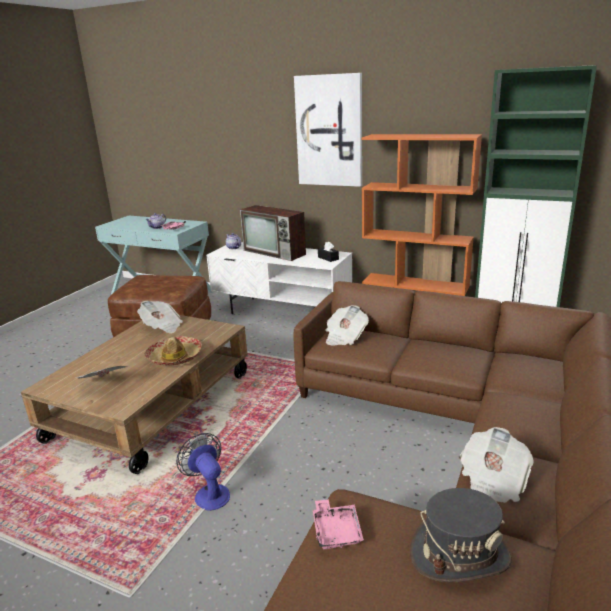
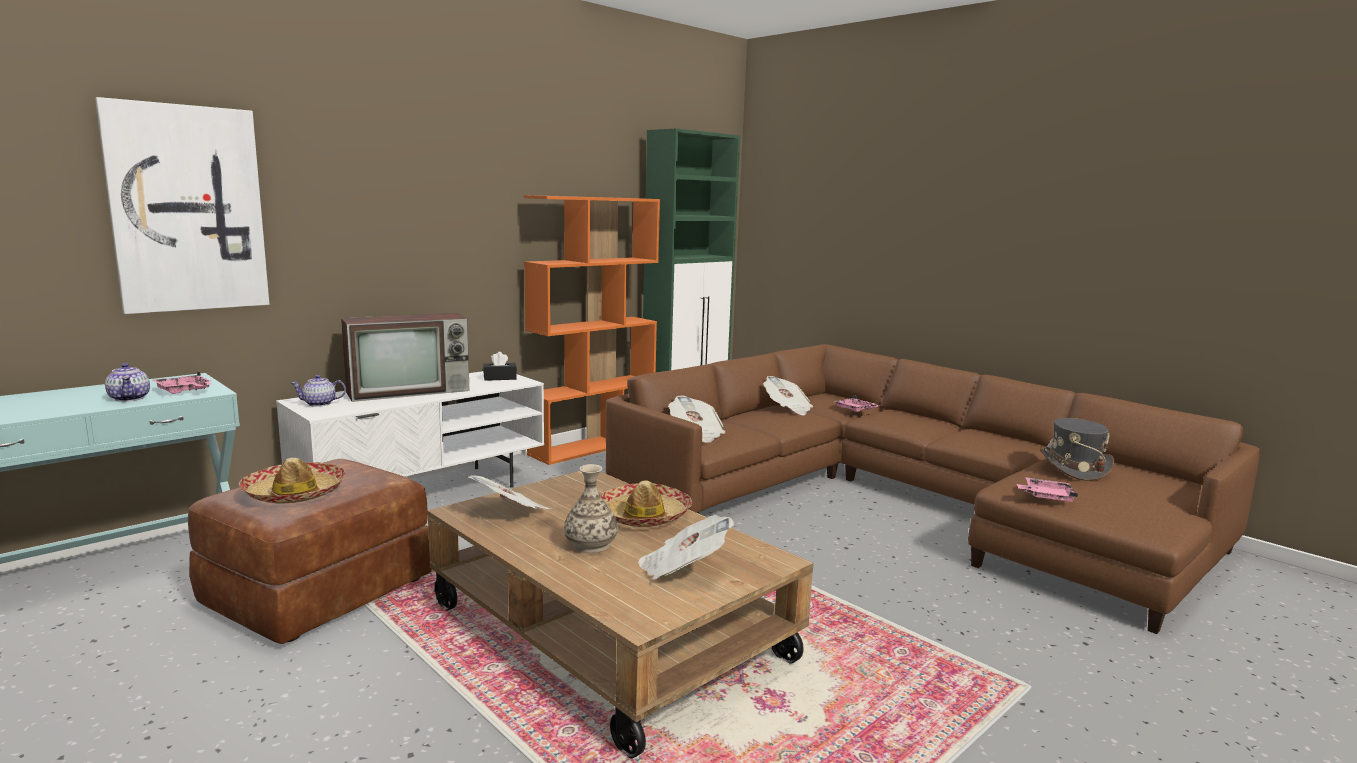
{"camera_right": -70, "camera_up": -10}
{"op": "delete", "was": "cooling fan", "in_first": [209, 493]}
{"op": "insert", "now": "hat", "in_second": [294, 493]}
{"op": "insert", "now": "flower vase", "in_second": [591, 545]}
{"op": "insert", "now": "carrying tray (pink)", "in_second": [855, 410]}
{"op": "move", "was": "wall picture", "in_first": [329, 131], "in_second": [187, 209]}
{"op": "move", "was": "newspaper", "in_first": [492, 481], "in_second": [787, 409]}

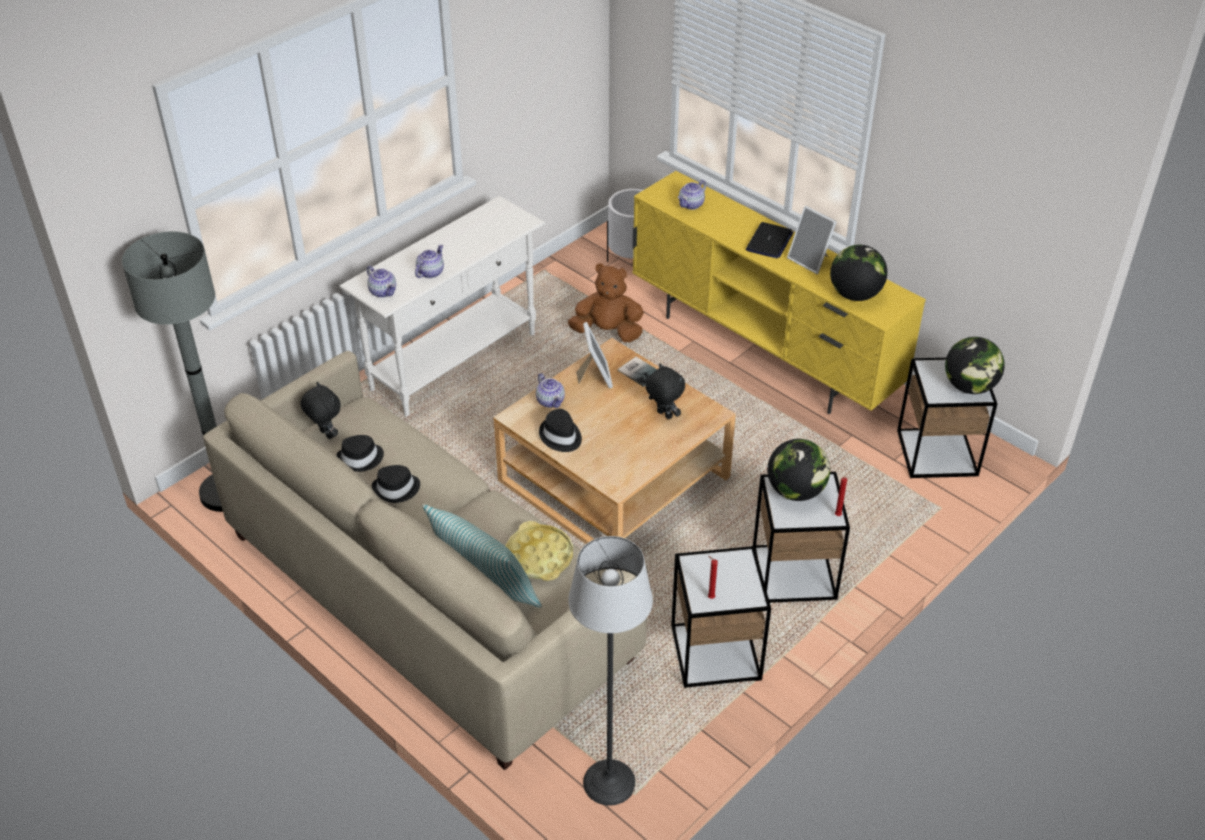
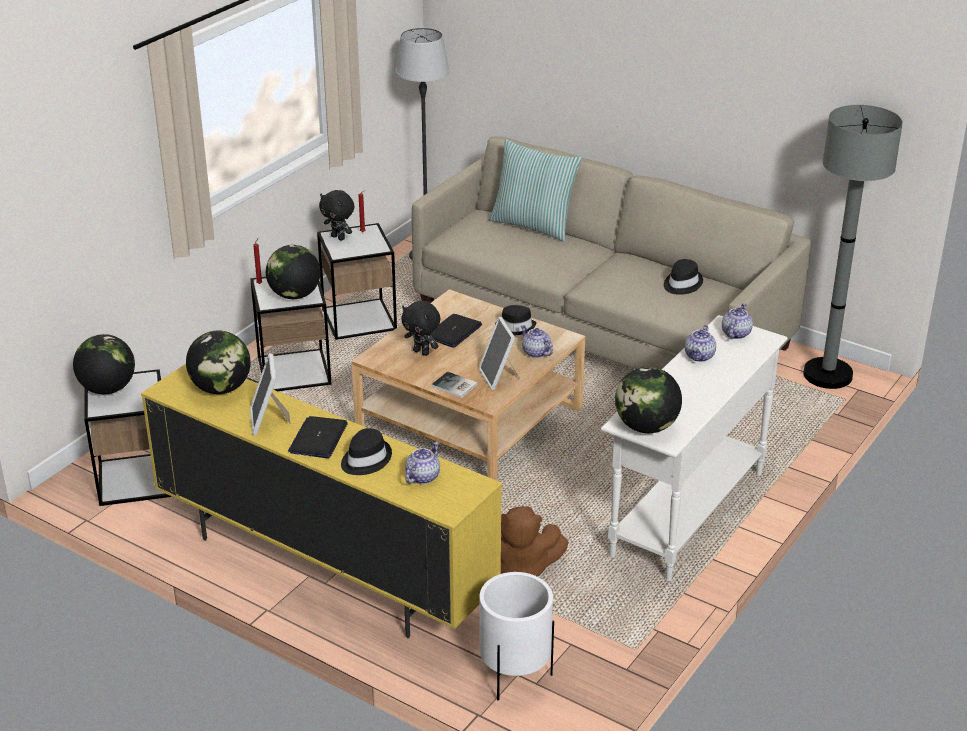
{"camera_right": 170, "camera_up": -10}
{"op": "delete", "was": "carrying tray (yellow-coloured)", "in_first": [539, 556]}
{"op": "insert", "now": "notebook computer", "in_second": [453, 332]}
{"op": "insert", "now": "desk globe", "in_second": [646, 427]}
{"op": "move", "was": "cuddly toy (black)", "in_first": [325, 434], "in_second": [339, 237]}
{"op": "move", "was": "hat (black)", "in_first": [396, 489], "in_second": [365, 459]}
{"op": "rotate", "was": "tea pot", "in_first": [383, 292], "in_second": [735, 333], "clockwise": 75}
{"op": "rotate", "was": "picture frame", "in_first": [810, 261], "in_second": [268, 421], "clockwise": -135}

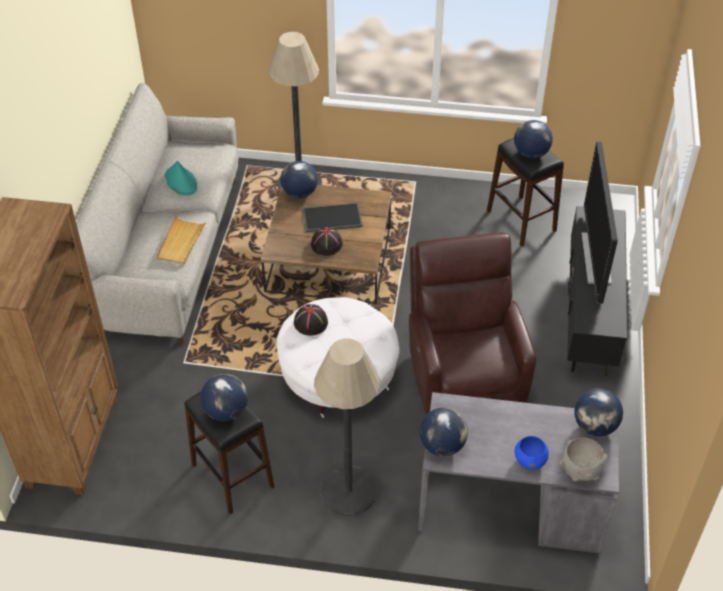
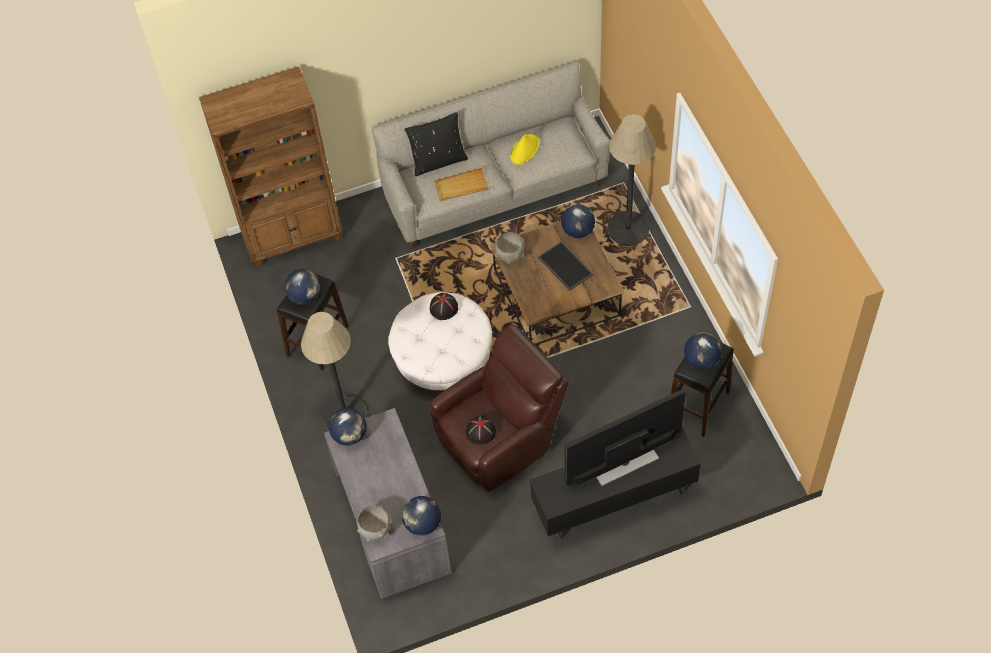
{"camera_right": 65, "camera_up": 10}
{"op": "delete", "was": "serving bowl (blue-coloured)", "in_first": [530, 460]}
{"op": "insert", "now": "pillow (black)", "in_second": [438, 161]}
{"op": "insert", "now": "serving bowl (grey)", "in_second": [509, 255]}
{"op": "move", "was": "hat (black)", "in_first": [326, 245], "in_second": [480, 431]}
{"op": "recolor", "was": "hat (turquoise-coloured)", "now": "hat (yellow-coloured)", "in_first": [180, 181], "in_second": [524, 150]}

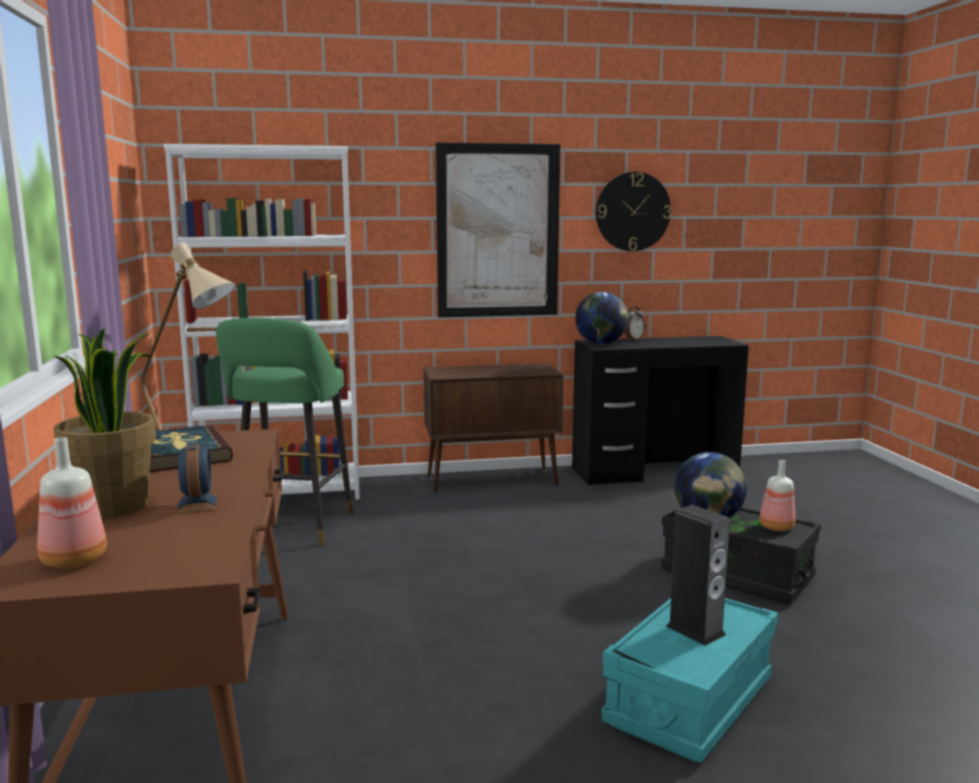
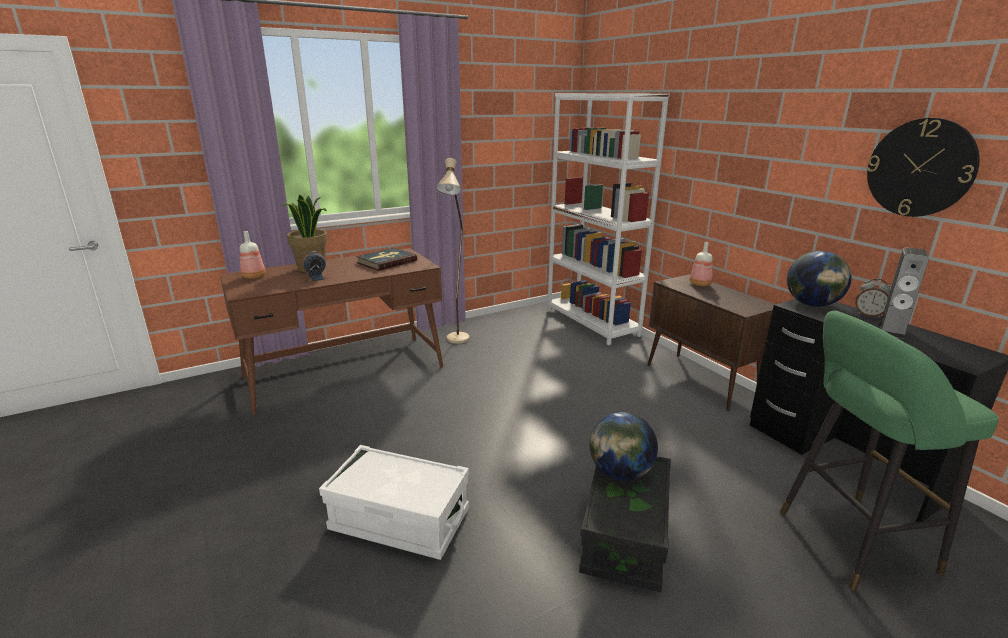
{"camera_right": 70, "camera_up": 10}
{"op": "delete", "was": "wall picture", "in_first": [498, 231]}
{"op": "move", "was": "stool (green)", "in_first": [292, 528], "in_second": [848, 542]}
{"op": "move", "was": "loudspeaker", "in_first": [695, 630], "in_second": [891, 330]}
{"op": "move", "was": "drink bottle", "in_first": [775, 527], "in_second": [699, 284]}
{"op": "recolor", "was": "storage container (turquoise-coloured)", "now": "storage container (white-coloured)", "in_first": [689, 702], "in_second": [400, 521]}

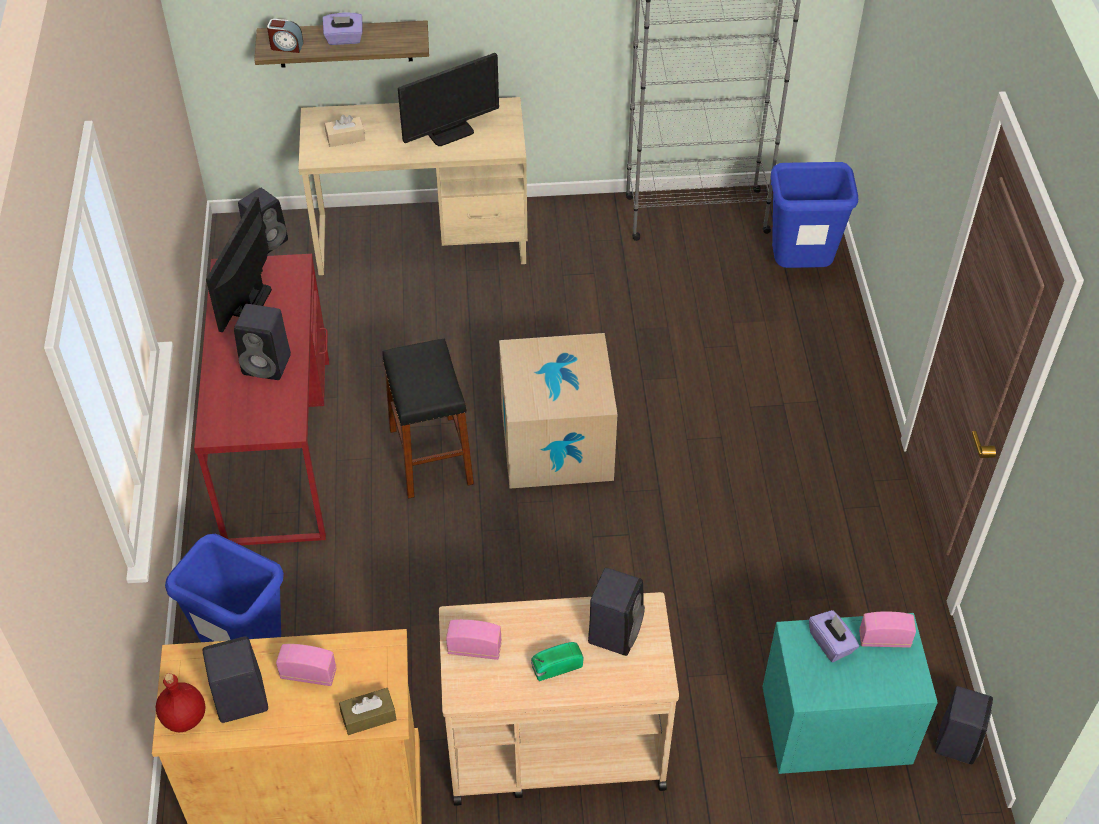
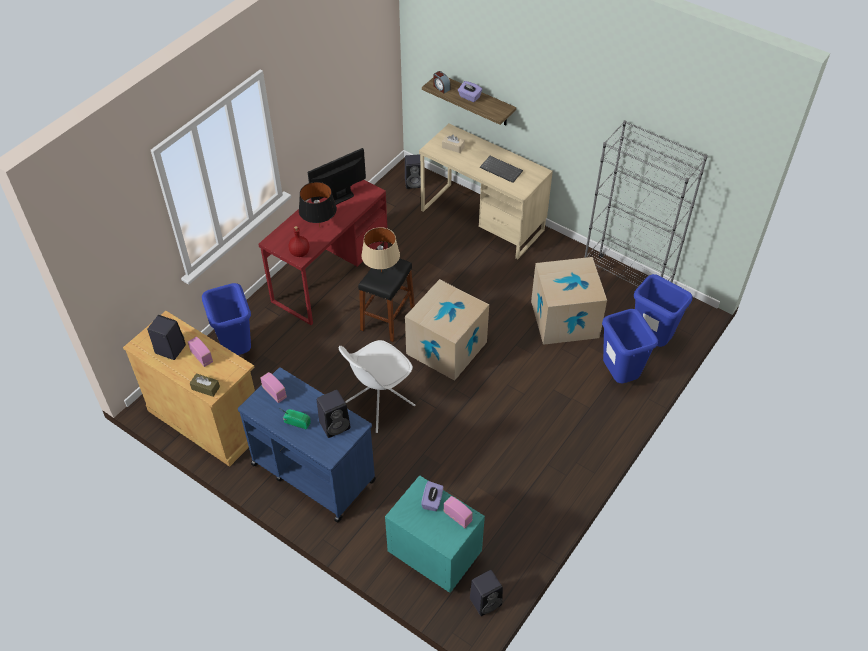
{"camera_right": 40, "camera_up": 0}
{"op": "insert", "now": "chair (white-coloured)", "in_second": [379, 404]}
{"op": "insert", "now": "tabletop lamp (beige)", "in_second": [381, 272]}
{"op": "insert", "now": "carton", "in_second": [564, 319]}
{"op": "insert", "now": "waste bin (blue-coloured)", "in_second": [619, 376]}
{"op": "move", "was": "drink bottle (red-coloured)", "in_first": [183, 718], "in_second": [299, 253]}
{"op": "replace", "was": "loudspeaker (black)", "now": "tabletop lamp (black)", "in_first": [268, 364], "in_second": [319, 227]}
{"op": "replace", "was": "computer screen", "now": "keyboard", "in_first": [450, 132], "in_second": [502, 170]}
{"op": "recolor", "was": "cart (beige)", "now": "cart (blue-coloured)", "in_first": [553, 747], "in_second": [312, 472]}

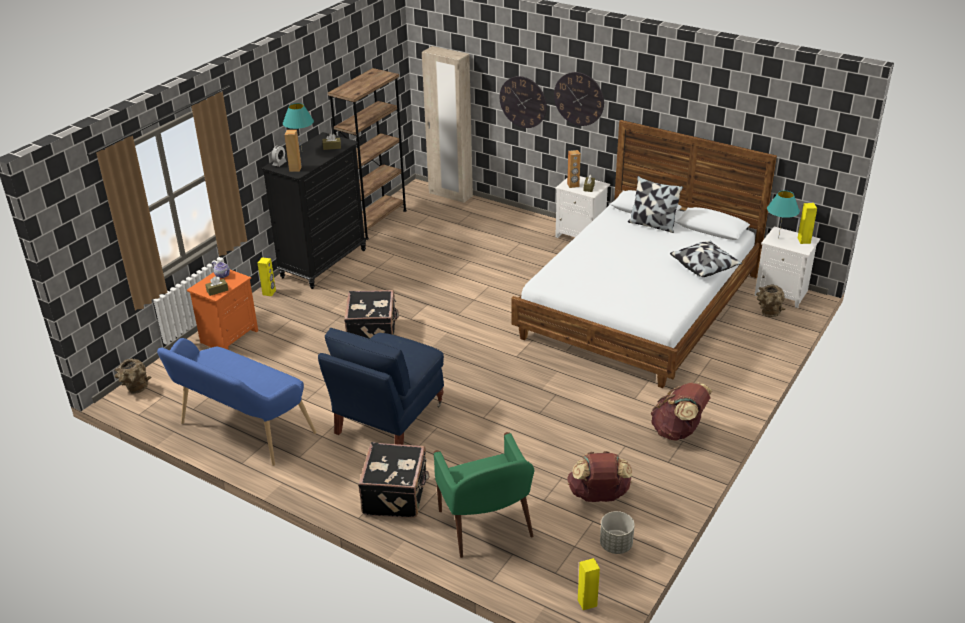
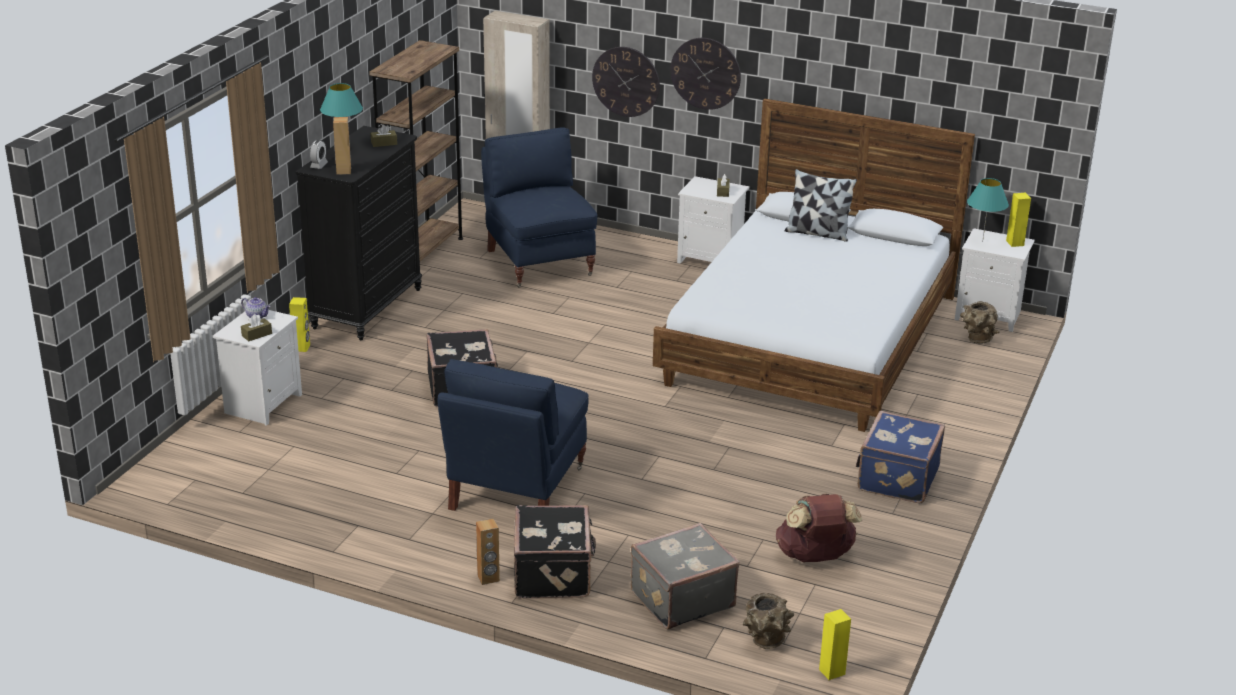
{"camera_right": -10, "camera_up": -5}
{"op": "delete", "was": "long seat (blue-coloured)", "in_first": [242, 431]}
{"op": "delete", "was": "plant pot (grey)", "in_first": [616, 545]}
{"op": "delete", "was": "pillow", "in_first": [705, 266]}
{"op": "insert", "now": "lounge chair (blue-coloured)", "in_second": [539, 262]}
{"op": "move", "was": "flower vase (brown)", "in_first": [135, 389], "in_second": [766, 642]}
{"op": "move", "was": "loudspeaker (brown)", "in_first": [573, 185], "in_second": [488, 578]}
{"op": "replace", "was": "lounge chair (green)", "now": "travel case (grey)", "in_first": [486, 525], "in_second": [681, 599]}
{"op": "replace", "was": "rucksack (brown)", "now": "travel case (blue-coloured)", "in_first": [678, 431], "in_second": [896, 479]}
{"op": "recolor", "was": "night table (orangey)", "now": "night table (white-coloured)", "in_first": [229, 336], "in_second": [263, 403]}

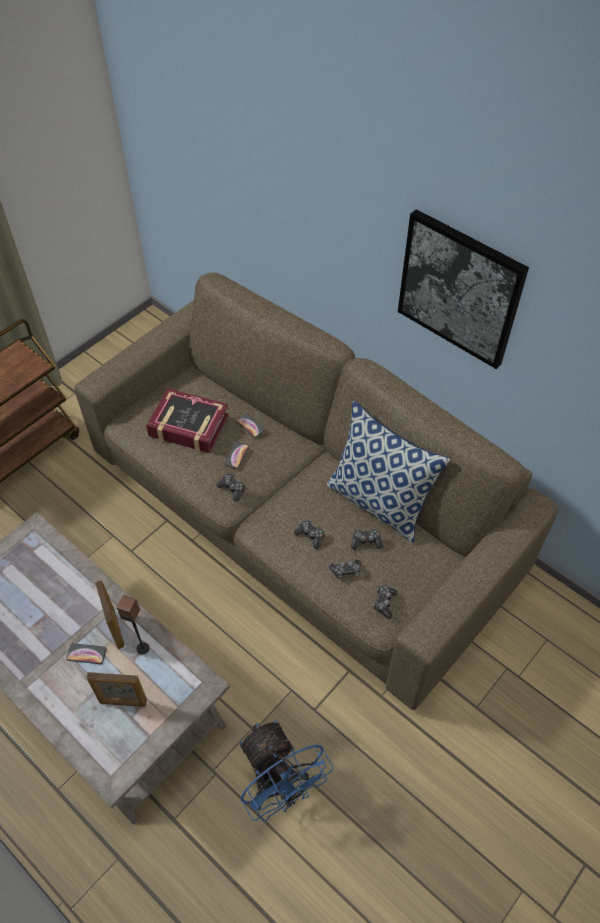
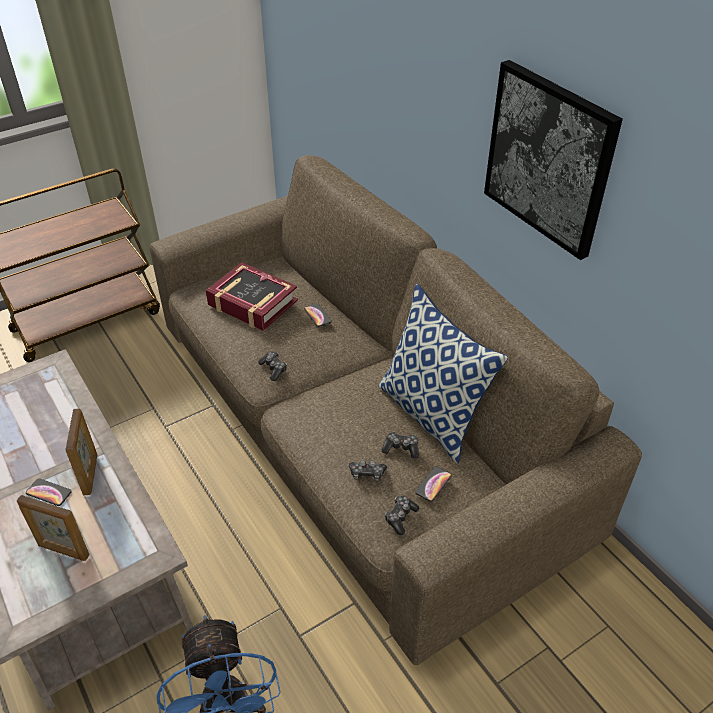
{"camera_right": 15, "camera_up": -10}
{"op": "delete", "was": "loudspeaker", "in_first": [143, 648]}
{"op": "delete", "was": "gamepad", "in_first": [310, 536]}
{"op": "move", "was": "phone", "in_first": [236, 455], "in_second": [433, 484]}

